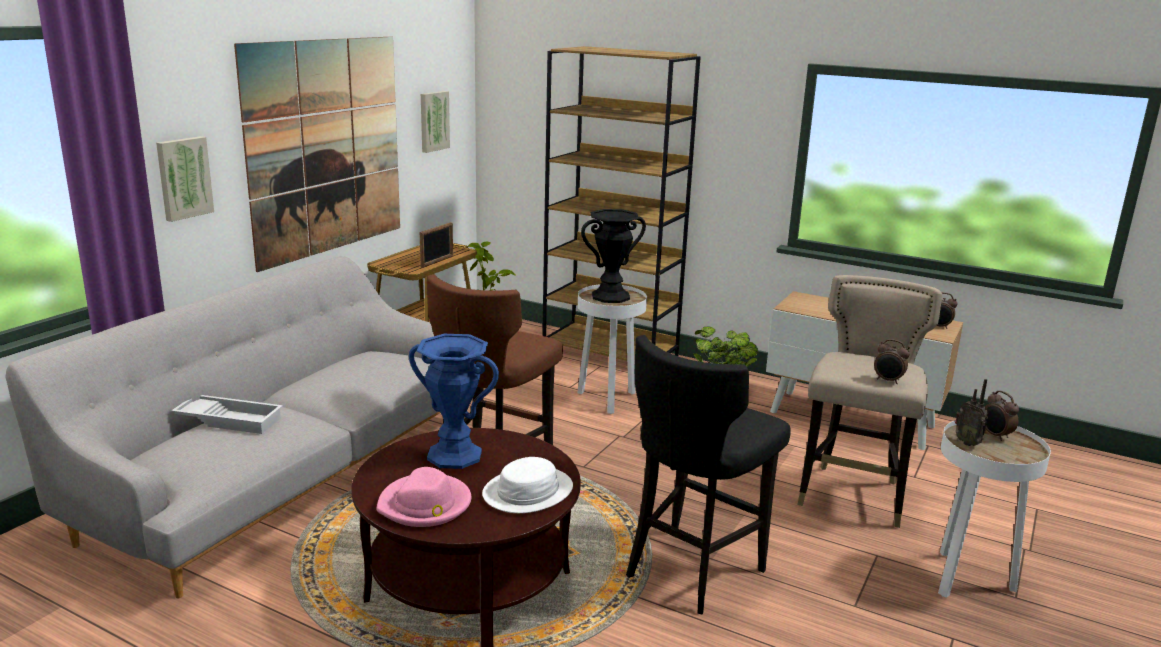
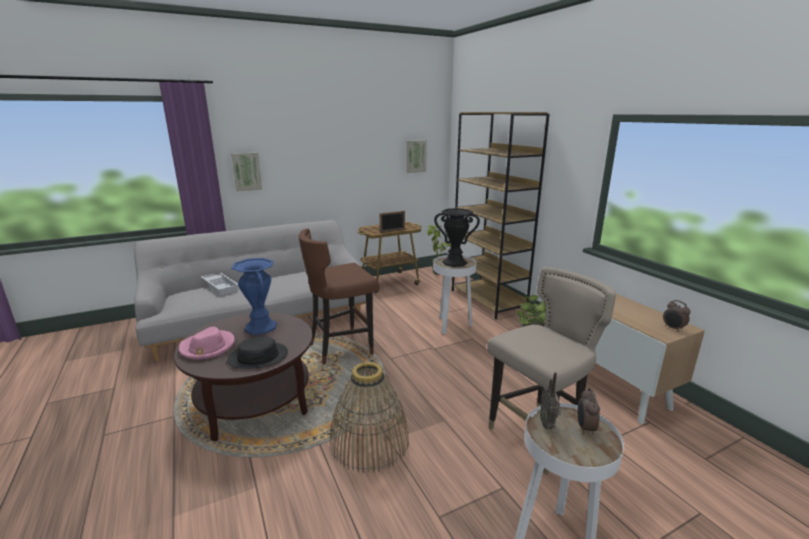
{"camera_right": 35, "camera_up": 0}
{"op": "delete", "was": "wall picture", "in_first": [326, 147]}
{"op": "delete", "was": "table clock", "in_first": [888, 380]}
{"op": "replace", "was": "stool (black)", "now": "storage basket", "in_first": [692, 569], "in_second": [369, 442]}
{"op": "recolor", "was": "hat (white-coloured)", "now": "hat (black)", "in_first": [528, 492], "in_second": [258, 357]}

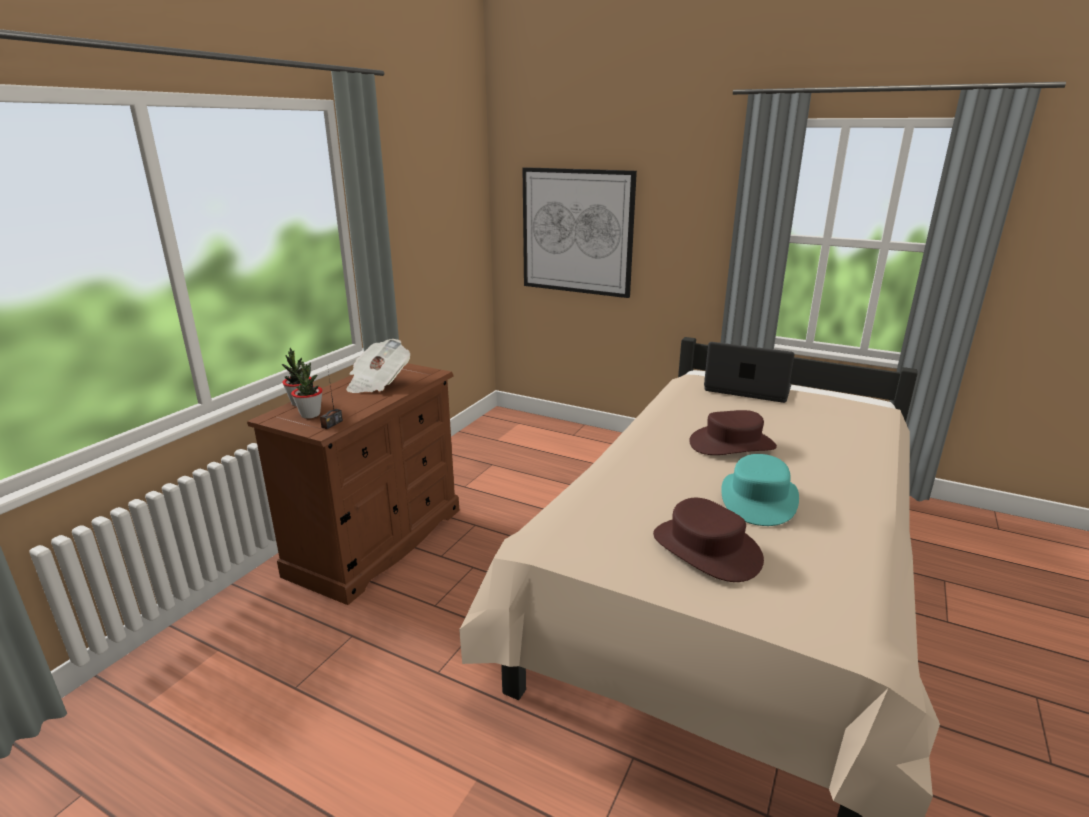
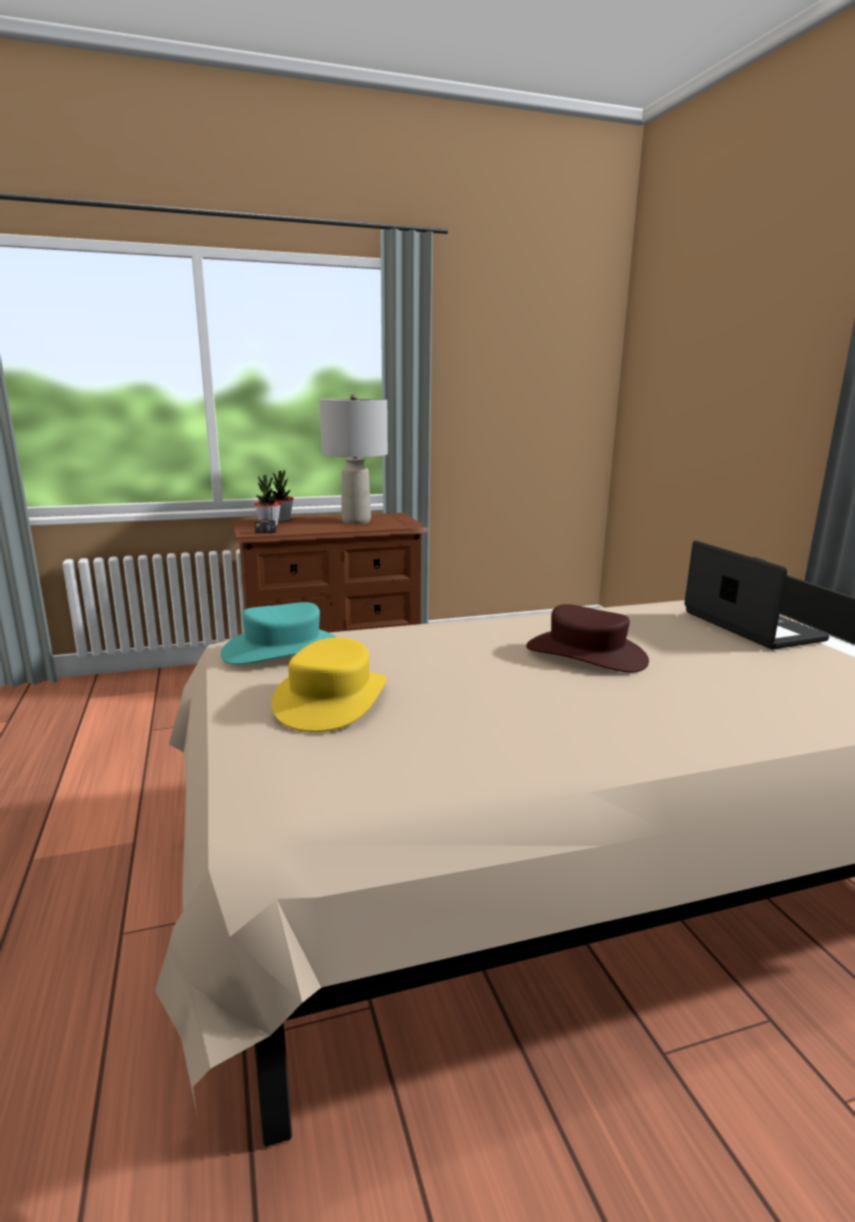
{"camera_right": 45, "camera_up": -5}
{"op": "delete", "was": "wall picture", "in_first": [577, 232]}
{"op": "move", "was": "hat (turquoise-coloured)", "in_first": [758, 499], "in_second": [283, 650]}
{"op": "replace", "was": "newspaper", "now": "tabletop lamp (grey)", "in_first": [378, 383], "in_second": [355, 521]}
{"op": "recolor", "was": "hat (brown)", "now": "hat (yellow-coloured)", "in_first": [705, 549], "in_second": [331, 699]}

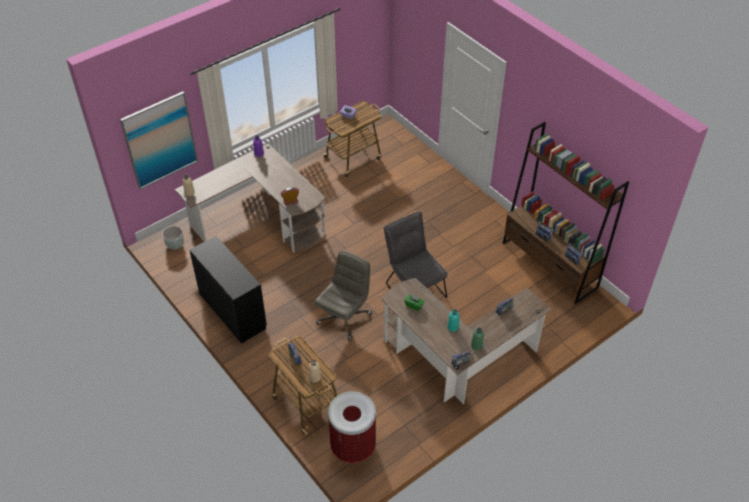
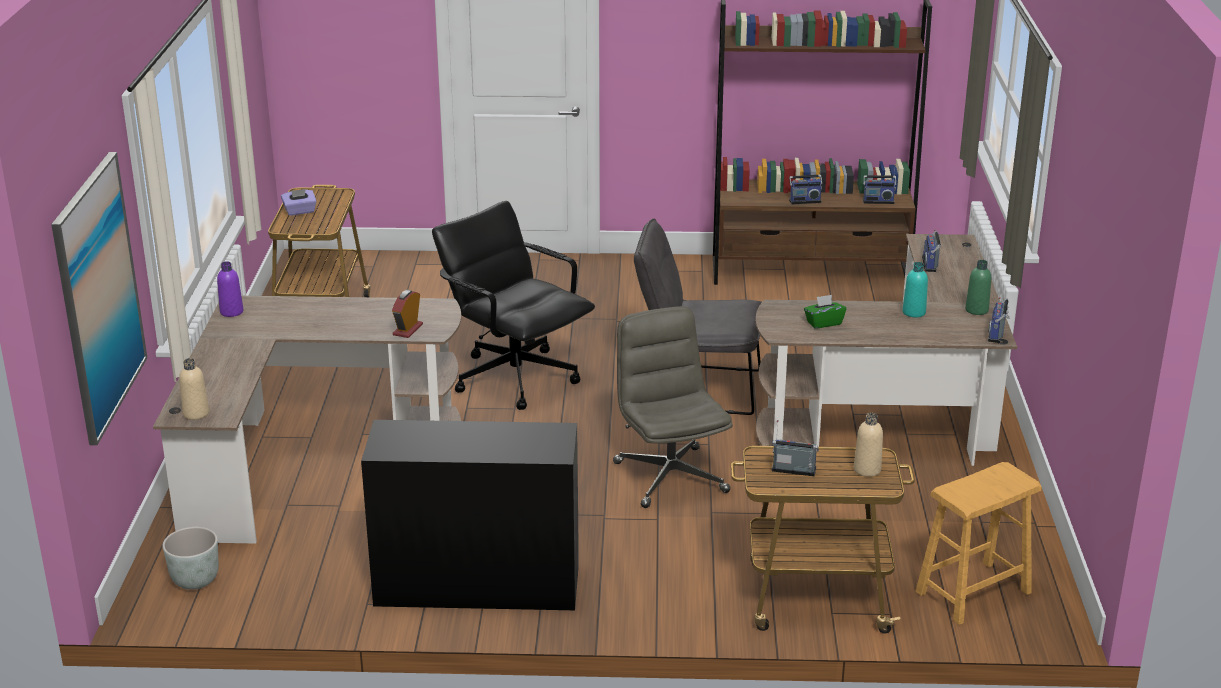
{"camera_right": -50, "camera_up": -20}
{"op": "insert", "now": "office chair (black)", "in_second": [515, 377]}
{"op": "replace", "was": "waste bin", "now": "stool (brown)", "in_first": [352, 447], "in_second": [973, 592]}

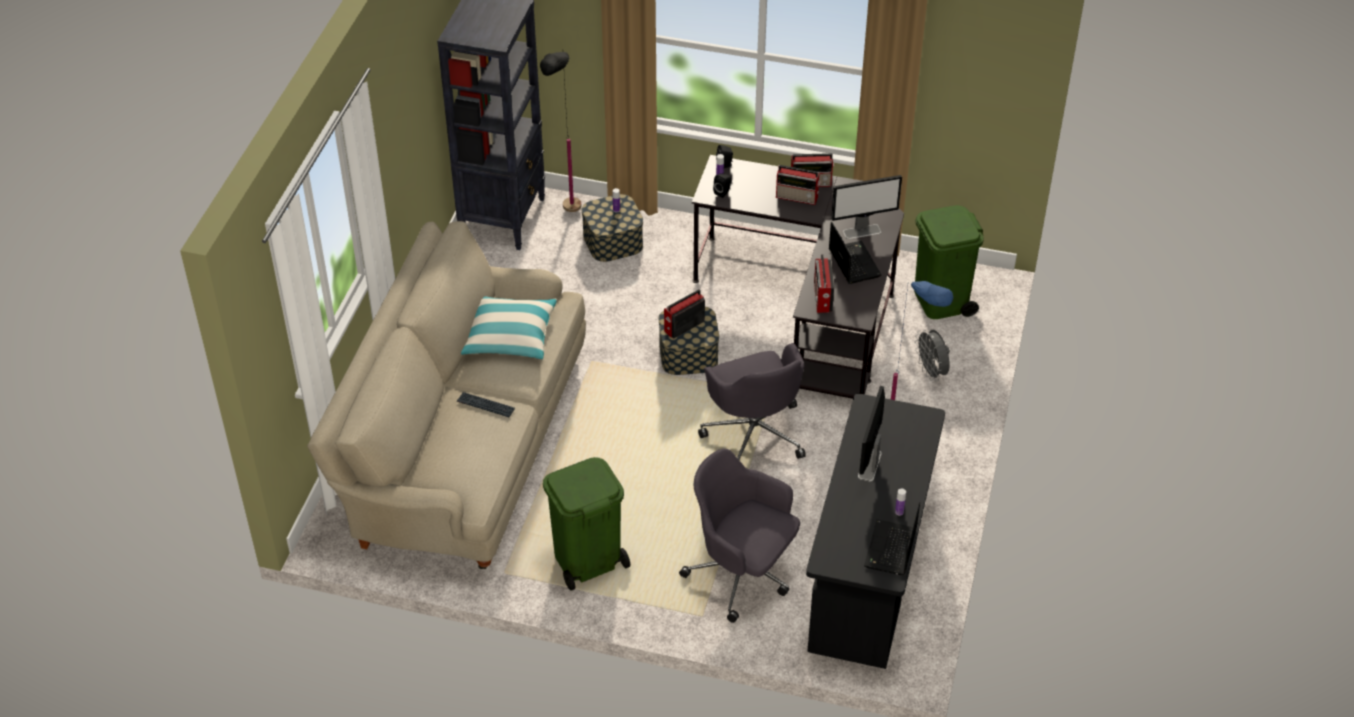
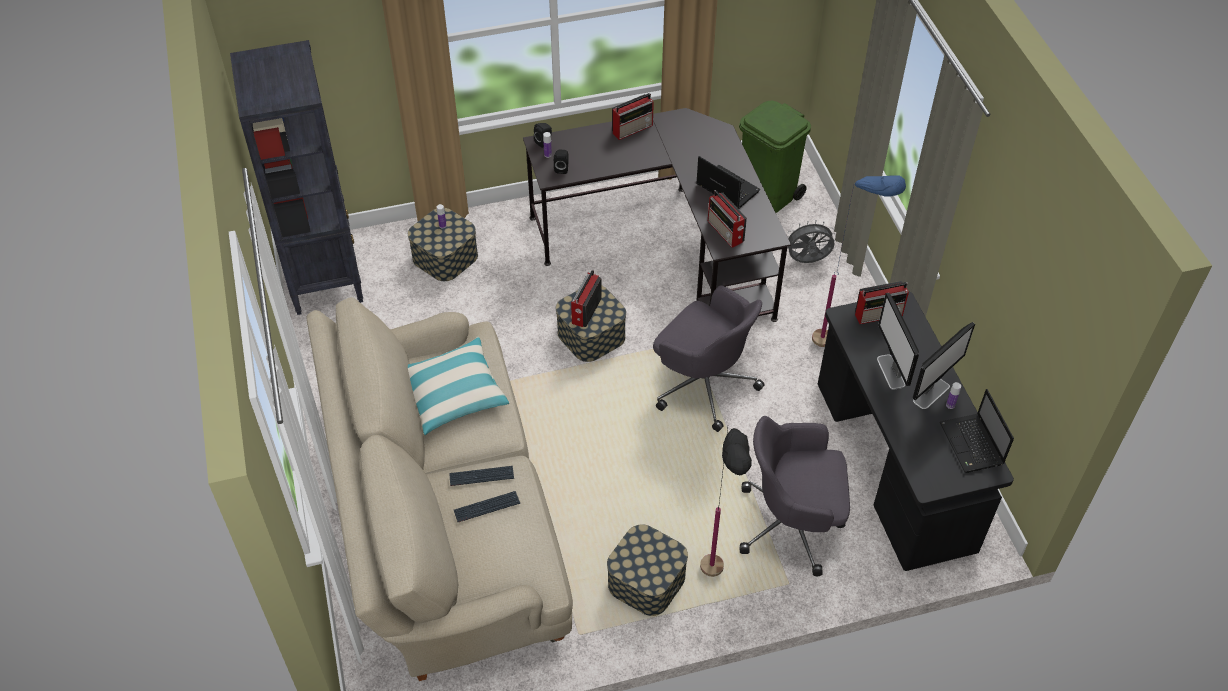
{"camera_right": -30, "camera_up": 5}
{"op": "insert", "now": "keyboard", "in_second": [487, 507]}
{"op": "move", "was": "floor lamp (black)", "in_first": [566, 220], "in_second": [716, 587]}
{"op": "move", "was": "radio receiver", "in_first": [798, 197], "in_second": [879, 314]}
{"op": "move", "was": "computer screen", "in_first": [862, 231], "in_second": [931, 393]}
{"op": "replace", "was": "waste bin (green)", "now": "storage container", "in_first": [587, 560], "in_second": [646, 581]}
{"op": "rotate", "was": "cooling fan (grey)", "in_first": [931, 372], "in_second": [807, 261], "clockwise": 135}

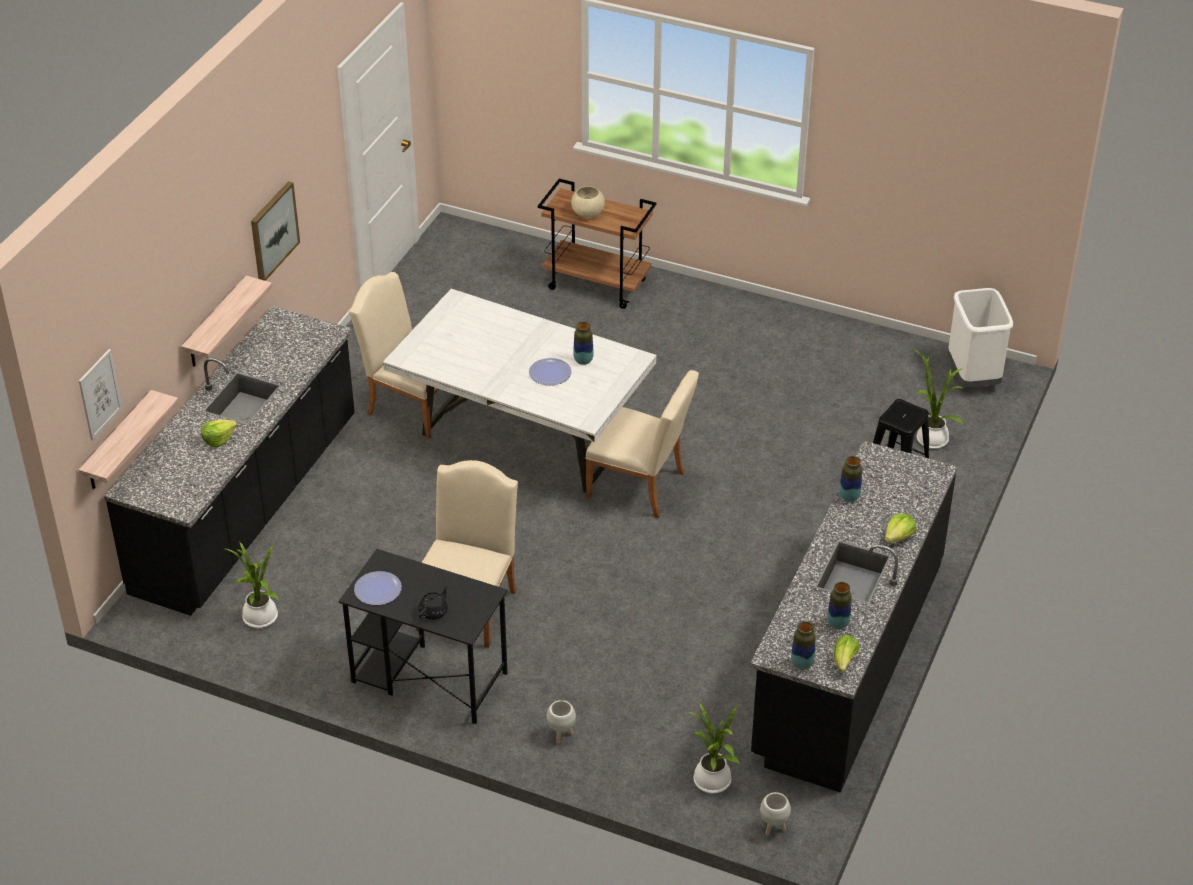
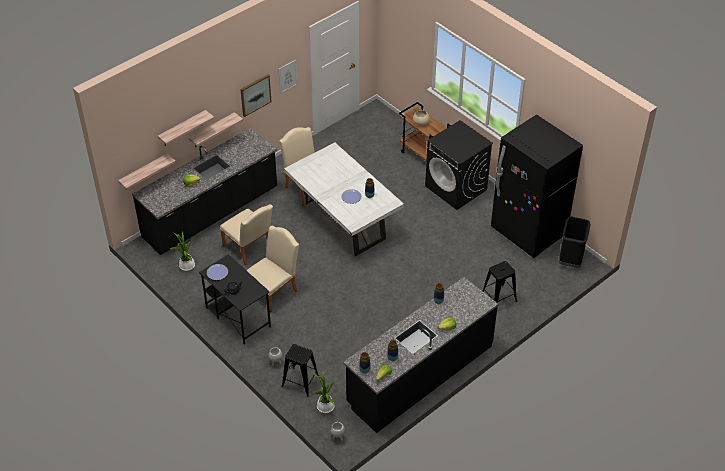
{"camera_right": 25, "camera_up": 5}
{"op": "delete", "was": "houseplant", "in_first": [930, 438]}
{"op": "insert", "now": "wall shelf", "in_second": [182, 128]}
{"op": "insert", "now": "stool (black)", "in_second": [300, 382]}
{"op": "insert", "now": "washing machine (black)", "in_second": [456, 188]}
{"op": "insert", "now": "kitchen fridge (black)", "in_second": [528, 232]}
{"op": "move", "was": "wall picture", "in_first": [99, 394], "in_second": [287, 76]}
{"op": "move", "was": "chair (beige)", "in_first": [642, 487], "in_second": [249, 249]}
{"op": "recolor", "was": "waste bin (white-coloured)", "now": "waste bin (black)", "in_first": [973, 377], "in_second": [570, 260]}

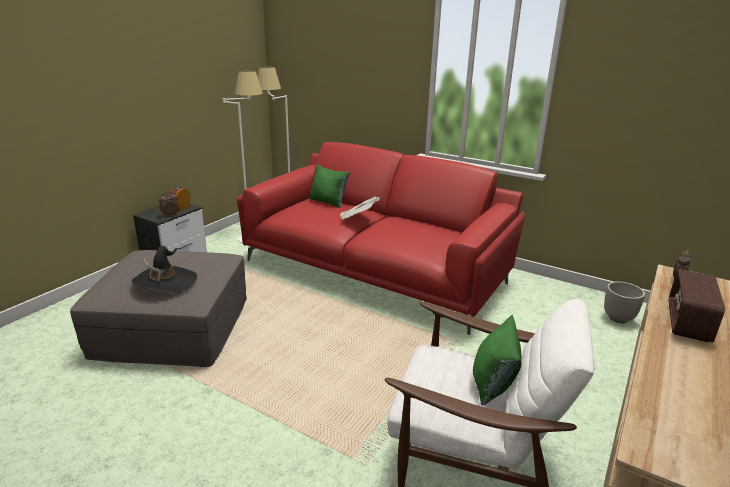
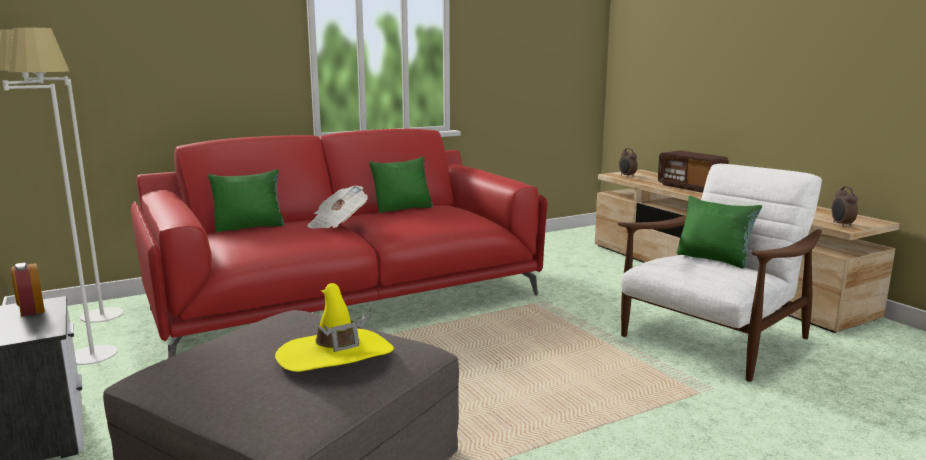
{"camera_right": -60, "camera_up": -10}
{"op": "delete", "was": "plant pot", "in_first": [618, 318]}
{"op": "insert", "now": "pillow (green)", "in_second": [403, 208]}
{"op": "move", "was": "table clock", "in_first": [170, 215], "in_second": [841, 225]}
{"op": "recolor", "was": "hat (black)", "now": "hat (yellow-coloured)", "in_first": [165, 282], "in_second": [335, 356]}

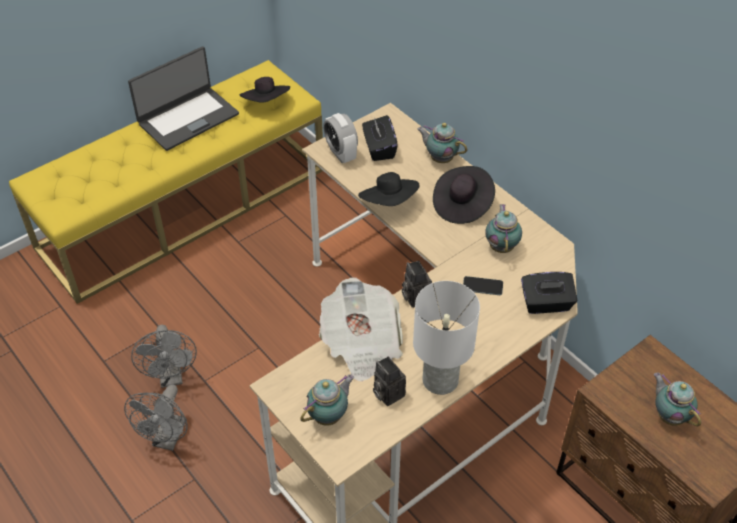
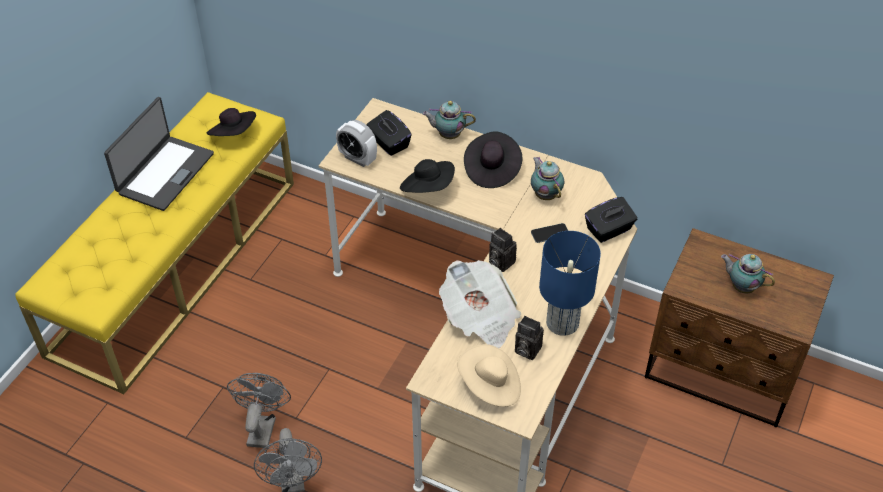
{"camera_right": -25, "camera_up": 0}
{"op": "replace", "was": "tea pot", "now": "hat (beige)", "in_first": [329, 416], "in_second": [490, 386]}
{"op": "recolor", "was": "tabletop lamp (white-coloured)", "now": "tabletop lamp (blue-coloured)", "in_first": [441, 380], "in_second": [563, 323]}
{"op": "rotate", "was": "cooling fan (grey)", "in_first": [171, 377], "in_second": [262, 426], "clockwise": -135}

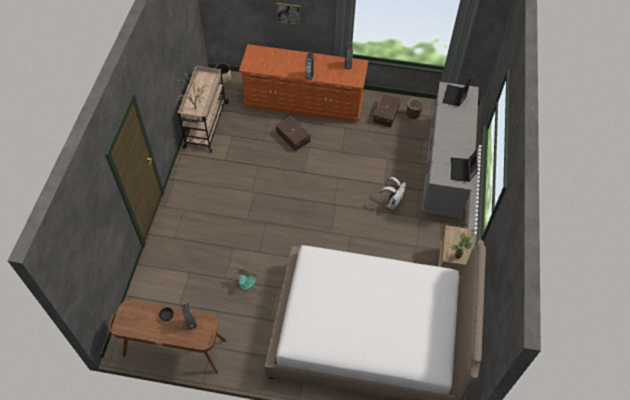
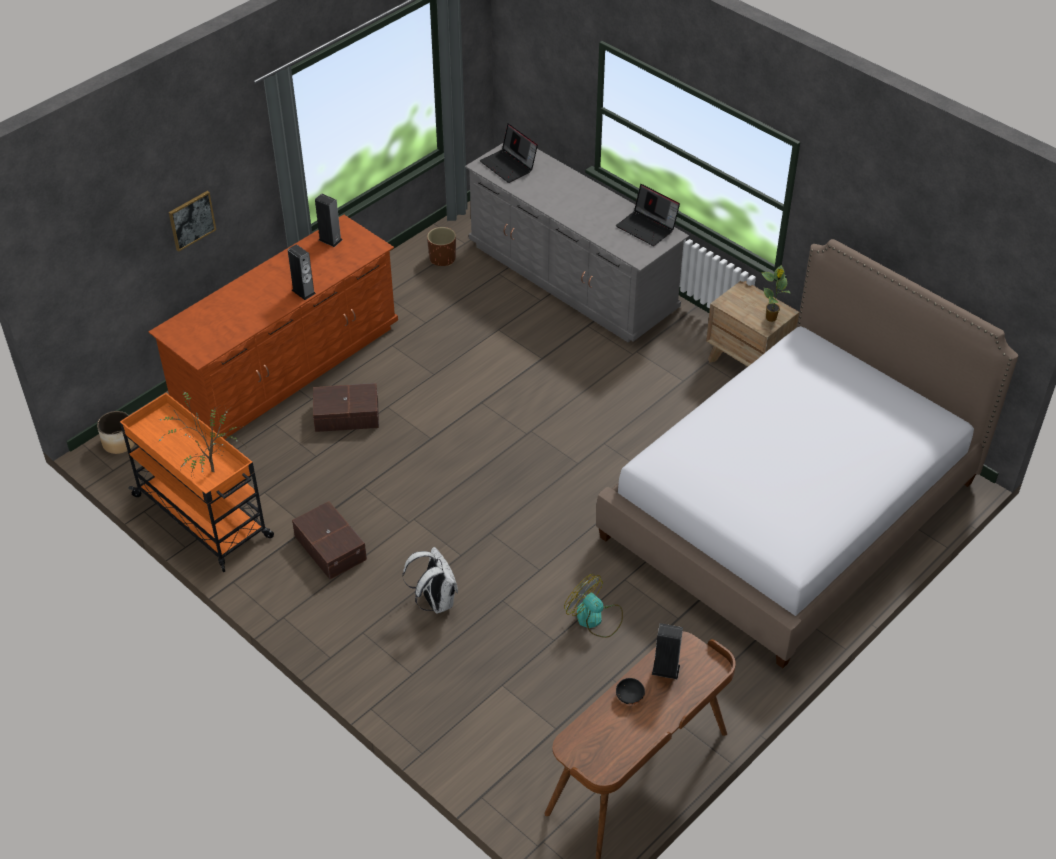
{"camera_right": -55, "camera_up": -10}
{"op": "move", "was": "storage container (brown)", "in_first": [386, 114], "in_second": [331, 547]}
{"op": "move", "was": "rucksack (white-coloured)", "in_first": [392, 202], "in_second": [435, 601]}
{"op": "recolor", "was": "cart (beige)", "now": "cart (orangey)", "in_first": [206, 125], "in_second": [204, 517]}

